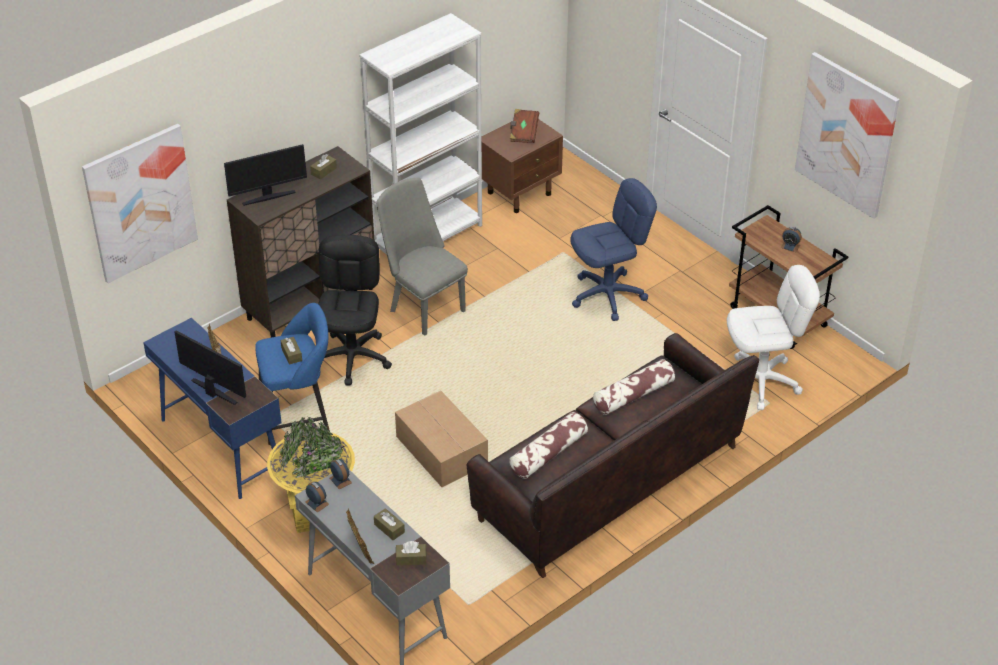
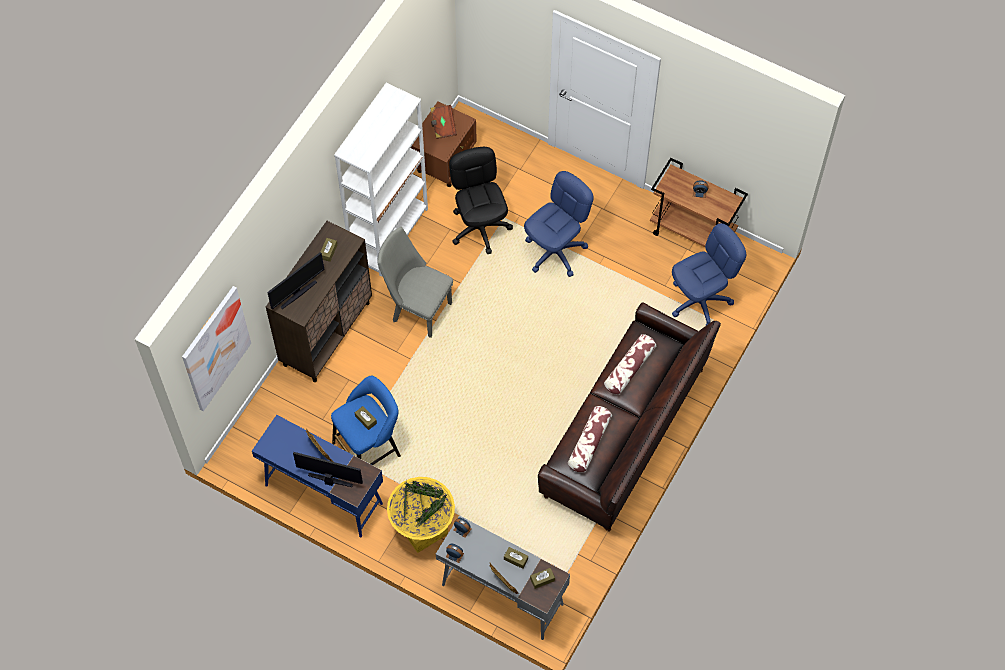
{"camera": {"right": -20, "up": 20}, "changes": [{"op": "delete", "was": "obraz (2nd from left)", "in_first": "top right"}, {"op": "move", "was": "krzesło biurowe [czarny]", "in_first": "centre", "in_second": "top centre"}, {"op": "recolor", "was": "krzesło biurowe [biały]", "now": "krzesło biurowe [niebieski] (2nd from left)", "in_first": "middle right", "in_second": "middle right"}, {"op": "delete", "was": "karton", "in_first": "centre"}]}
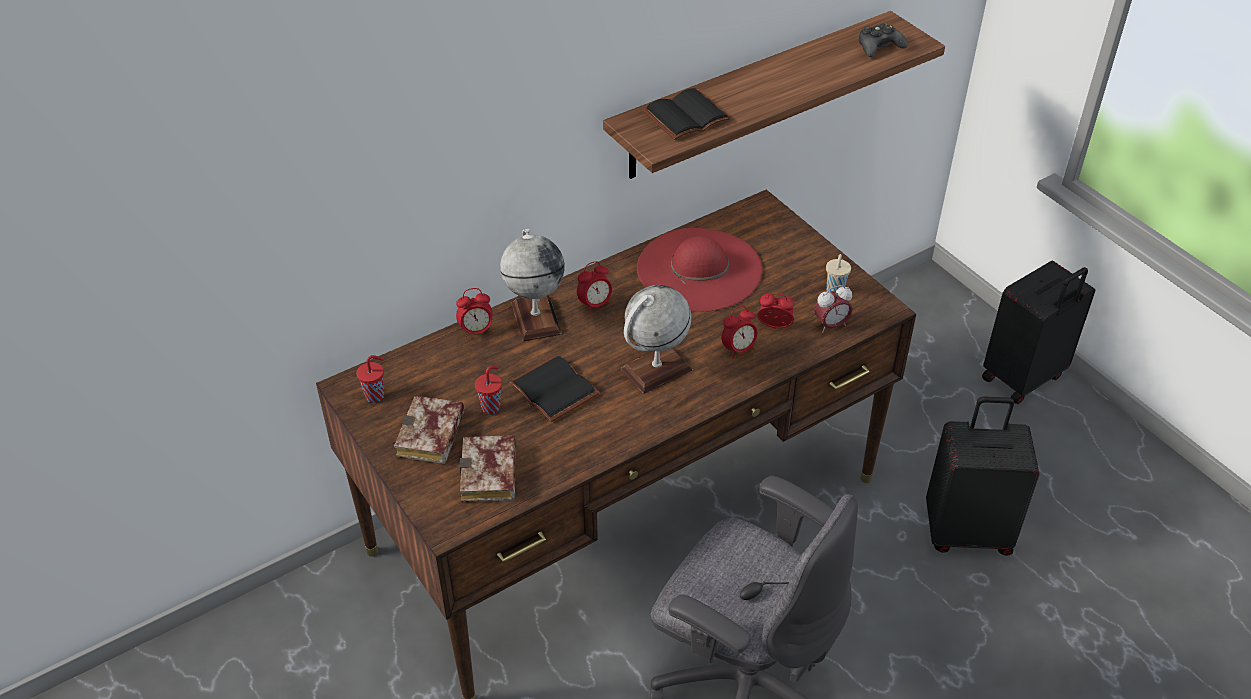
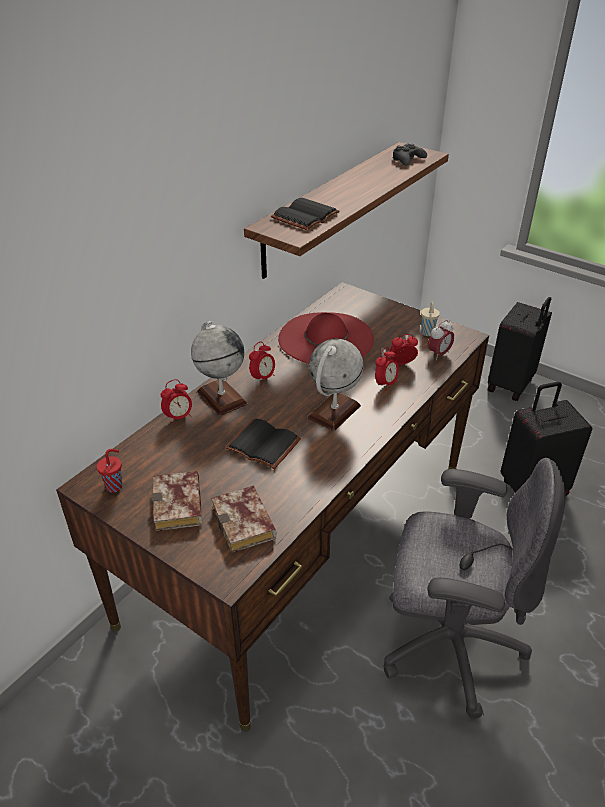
{"camera": {"right": -20, "up": -5}, "changes": [{"op": "delete", "was": "filiżanka [czerwony] (2nd from left)", "in_first": "centre"}]}
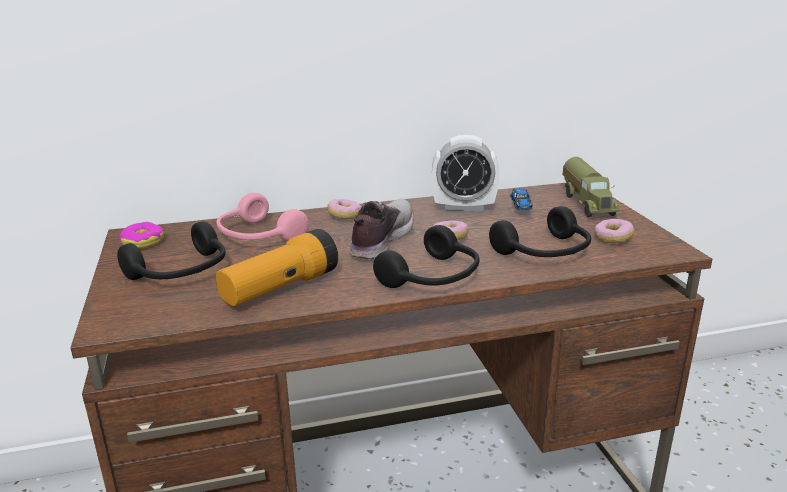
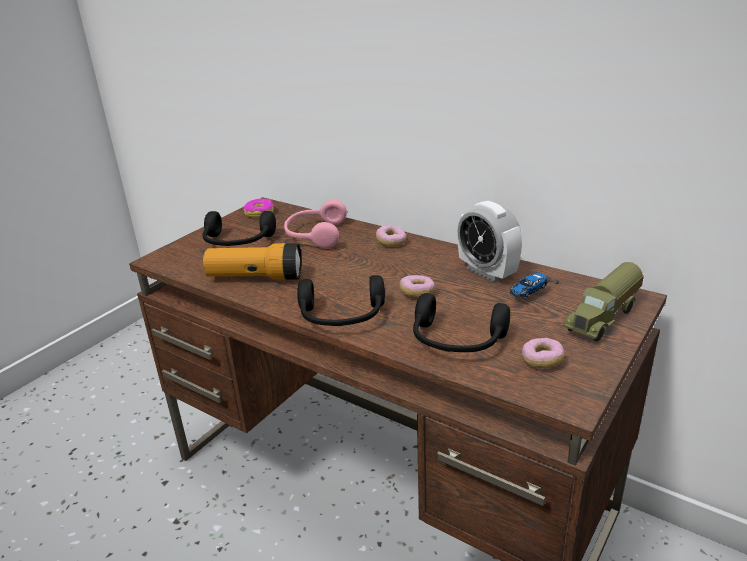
{"camera": {"right": 50, "up": 5}, "changes": [{"op": "delete", "was": "but", "in_first": "centre"}]}
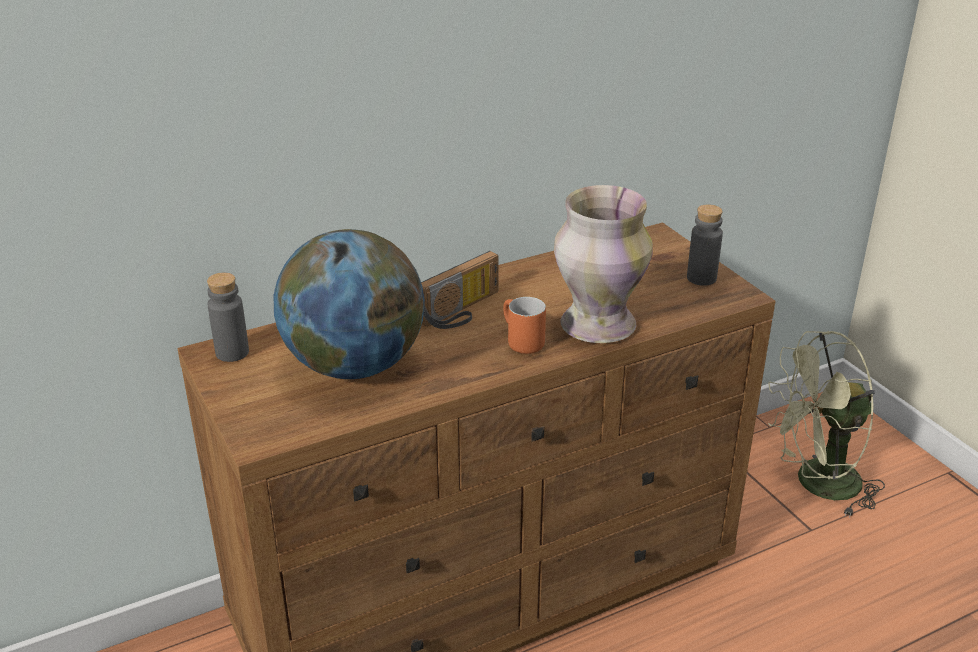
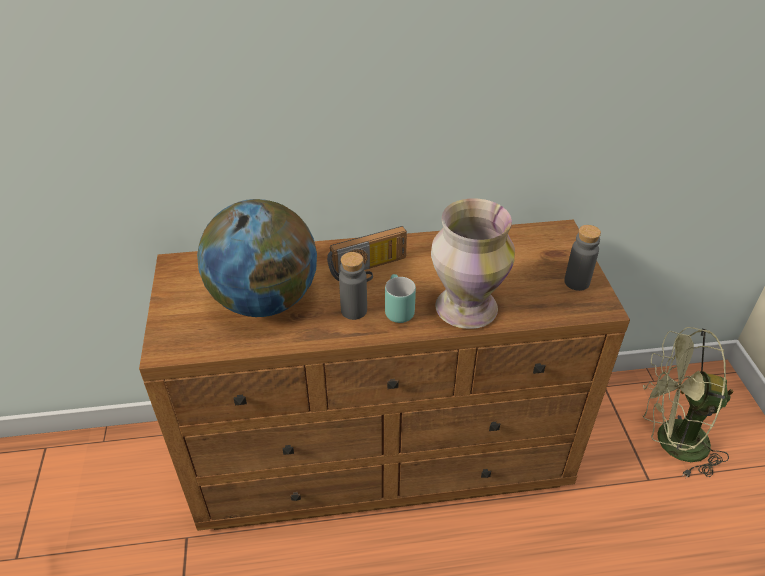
{"camera": {"right": 20, "up": 10}, "changes": [{"op": "move", "was": "butelka [szary] (1st from left)", "in_first": "middle left", "in_second": "centre"}, {"op": "recolor", "was": "kubek [pomarańczowy]", "now": "kubek [turkusowy]", "in_first": "centre", "in_second": "centre"}]}
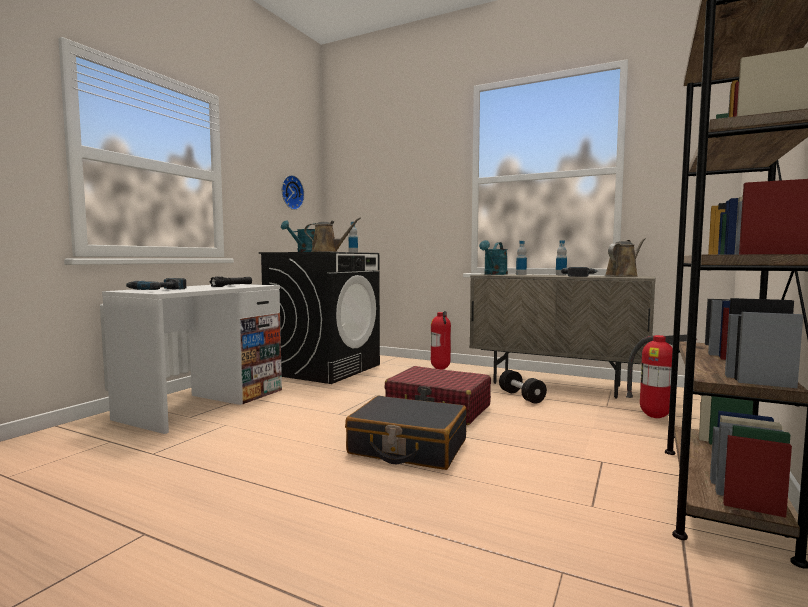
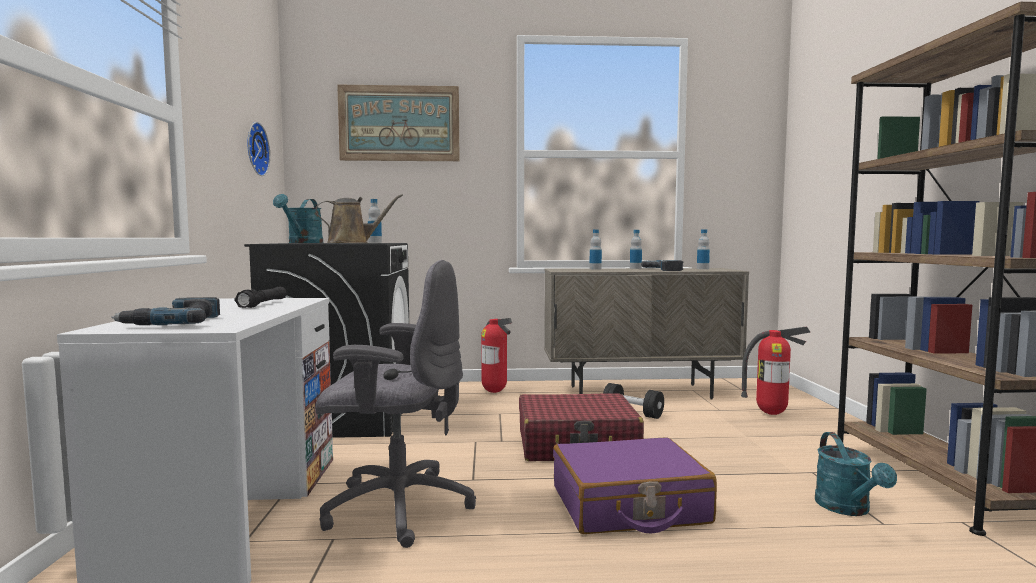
{"camera": {"right": -30, "up": 0}, "changes": [{"op": "replace", "was": "konewka [brązowy] (2nd from left)", "now": "butelka (4th from left)", "in_first": "middle right", "in_second": "middle right"}, {"op": "move", "was": "konewka [turkusowy] (2nd from left)", "in_first": "centre", "in_second": "bottom right"}, {"op": "recolor", "was": "walizka [czarny]", "now": "walizka [fioletowy]", "in_first": "bottom centre", "in_second": "bottom centre"}, {"op": "insert", "now": "obraz", "in_second": "top centre"}, {"op": "insert", "now": "krzesło biurowe [szary]", "in_second": "bottom centre"}]}
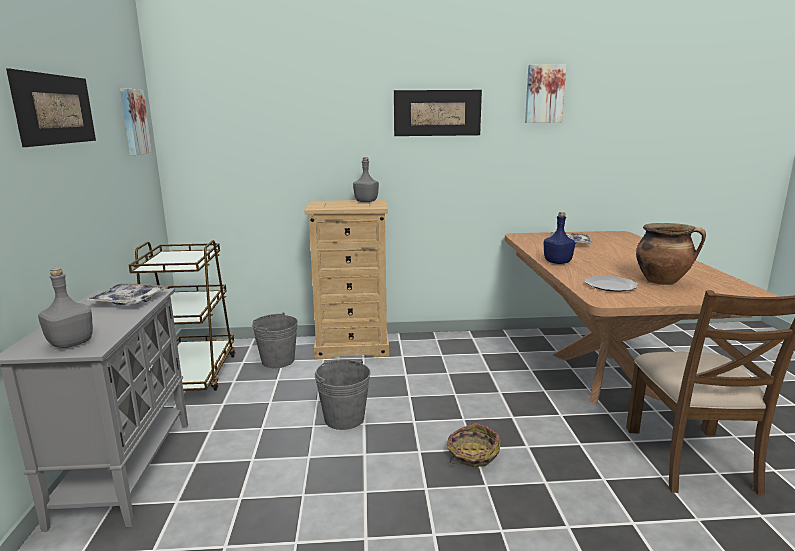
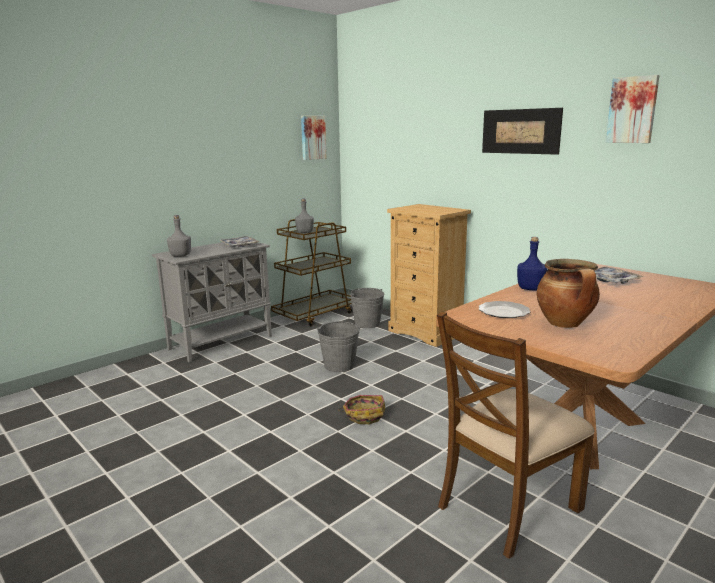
{"camera": {"right": 50, "up": 0}, "changes": [{"op": "delete", "was": "obraz (1st from left)", "in_first": "top left"}, {"op": "move", "was": "butelka [szary] (2nd from left)", "in_first": "top centre", "in_second": "centre"}]}
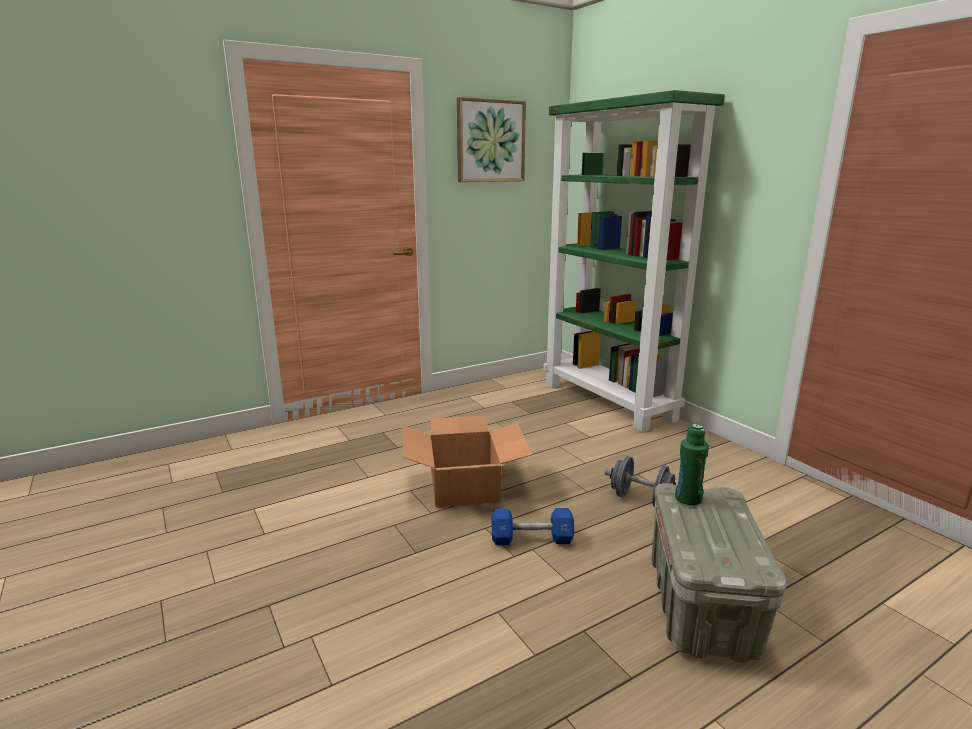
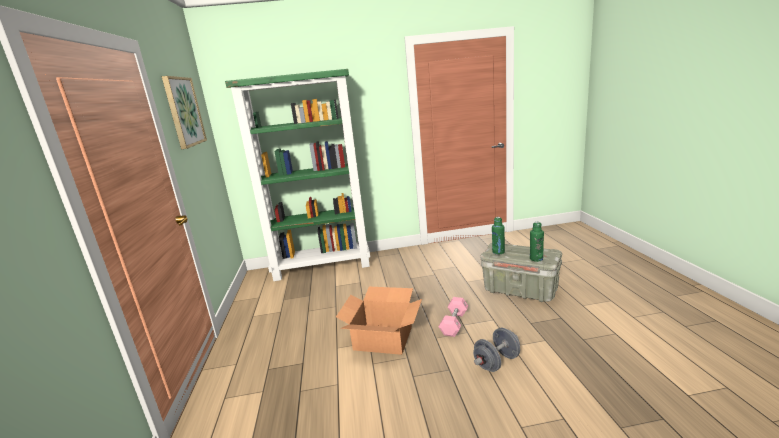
{"camera": {"right": -65, "up": 0}, "changes": [{"op": "move", "was": "hantel [szary]", "in_first": "centre", "in_second": "bottom centre"}, {"op": "recolor", "was": "hantel [niebieski]", "now": "hantel [różowy]", "in_first": "bottom centre", "in_second": "bottom centre"}, {"op": "insert", "now": "butelka [zielony] (2nd from left)", "in_second": "middle right"}]}
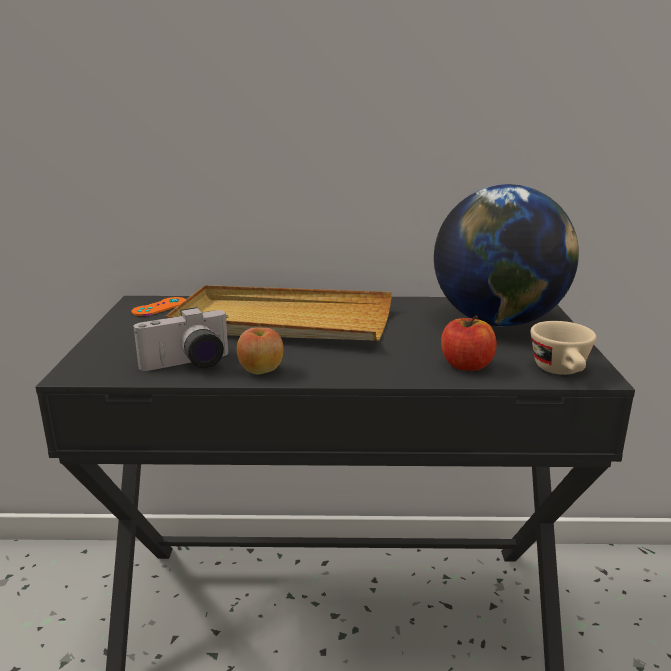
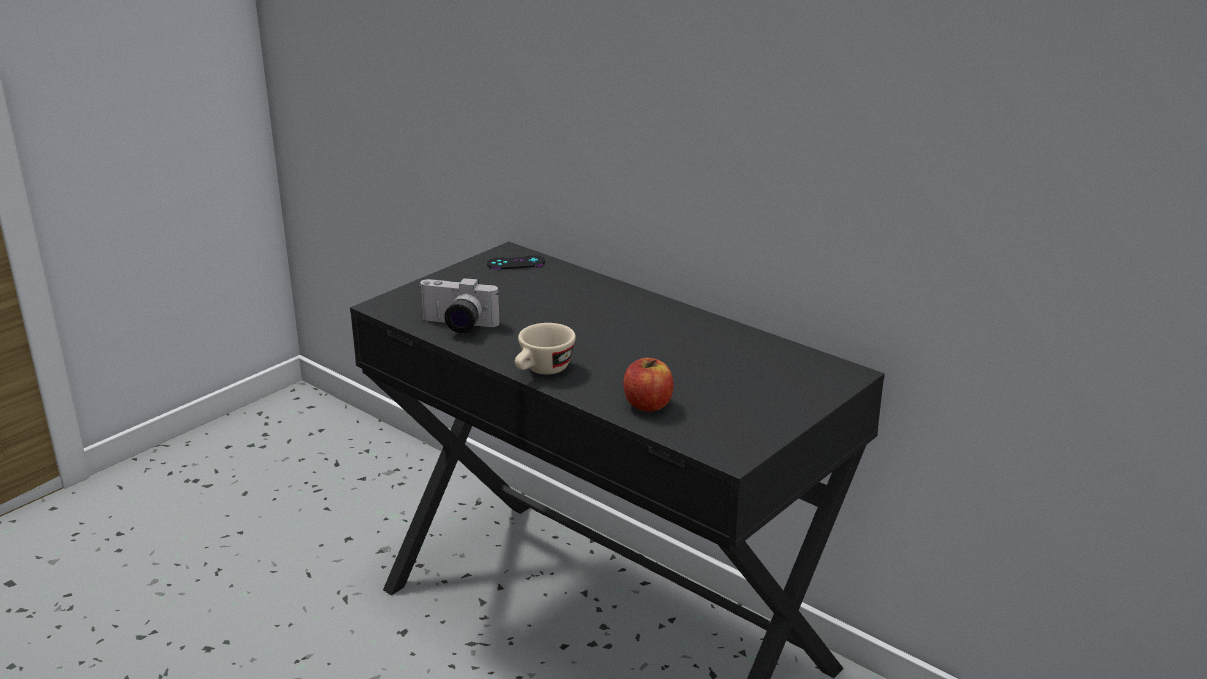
{"camera": {"right": 40, "up": 5}, "changes": [{"op": "delete", "was": "globus", "in_first": "middle right"}, {"op": "delete", "was": "taca [beżowy]", "in_first": "centre"}, {"op": "recolor", "was": "pad do gier [pomarańczowy]", "now": "pad do gier [czarny]", "in_first": "middle left", "in_second": "centre"}, {"op": "move", "was": "filiżanka [beżowy]", "in_first": "middle right", "in_second": "centre"}, {"op": "delete", "was": "jabłko (1st from left)", "in_first": "centre"}]}
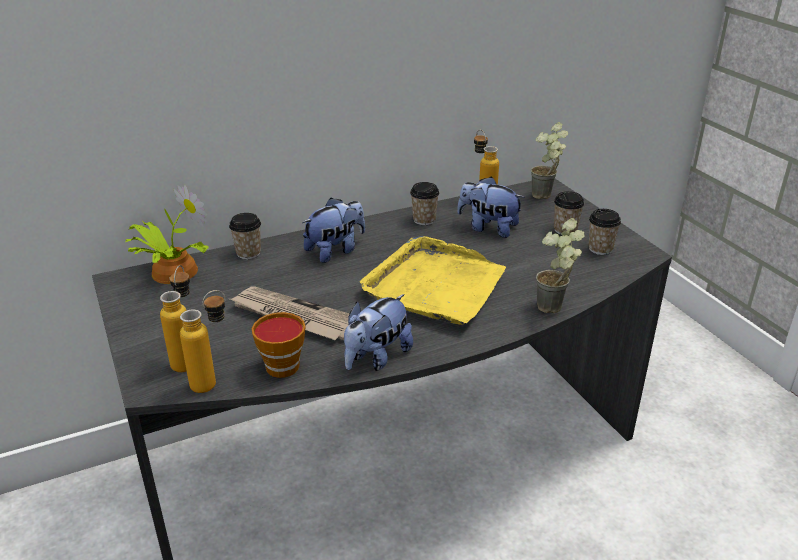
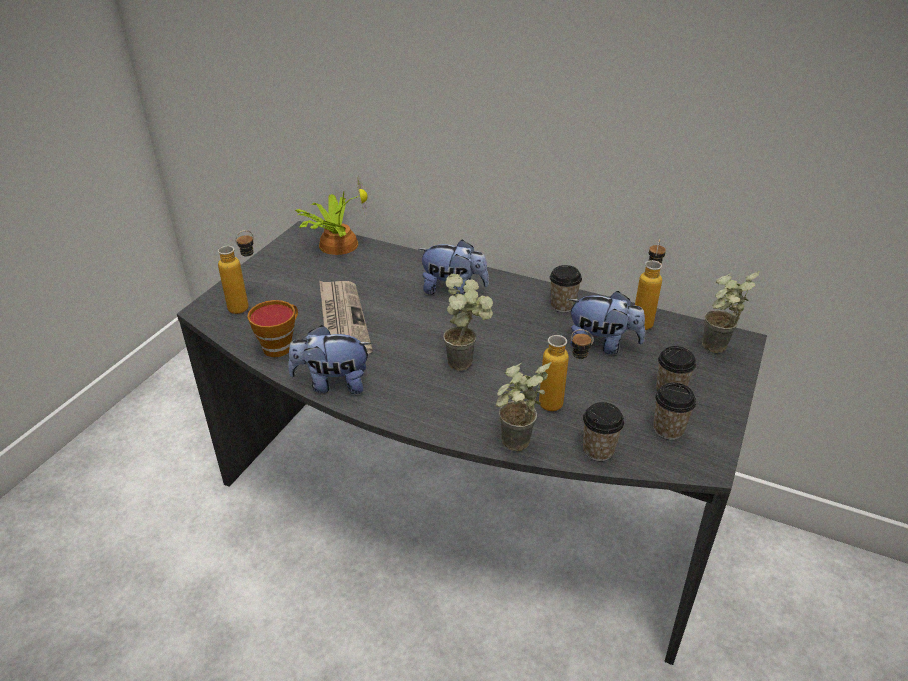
{"camera": {"right": 50, "up": 5}, "changes": [{"op": "rotate", "was": "pluszak (3rd from left)", "in_first": "centre", "in_second": "middle right", "clockwise": 120}, {"op": "move", "was": "filiżanka (1st from left in the first image)", "now": "filiżanka (3rd from left)", "in_first": "middle left", "in_second": "centre"}, {"op": "replace", "was": "taca [żółty]", "now": "roślina doniczkowa (2nd from left)", "in_first": "centre", "in_second": "centre"}, {"op": "move", "was": "butelka (2nd from left)", "in_first": "middle left", "in_second": "centre"}]}
